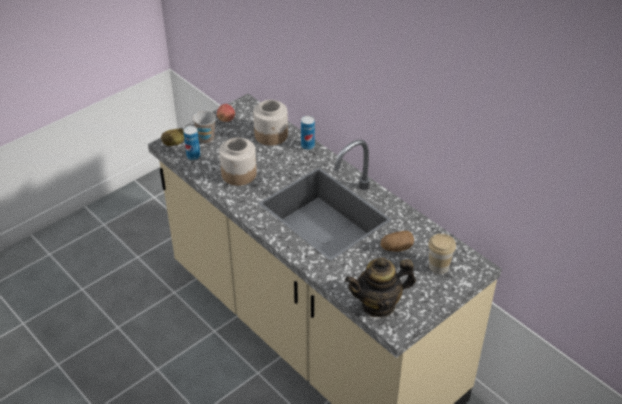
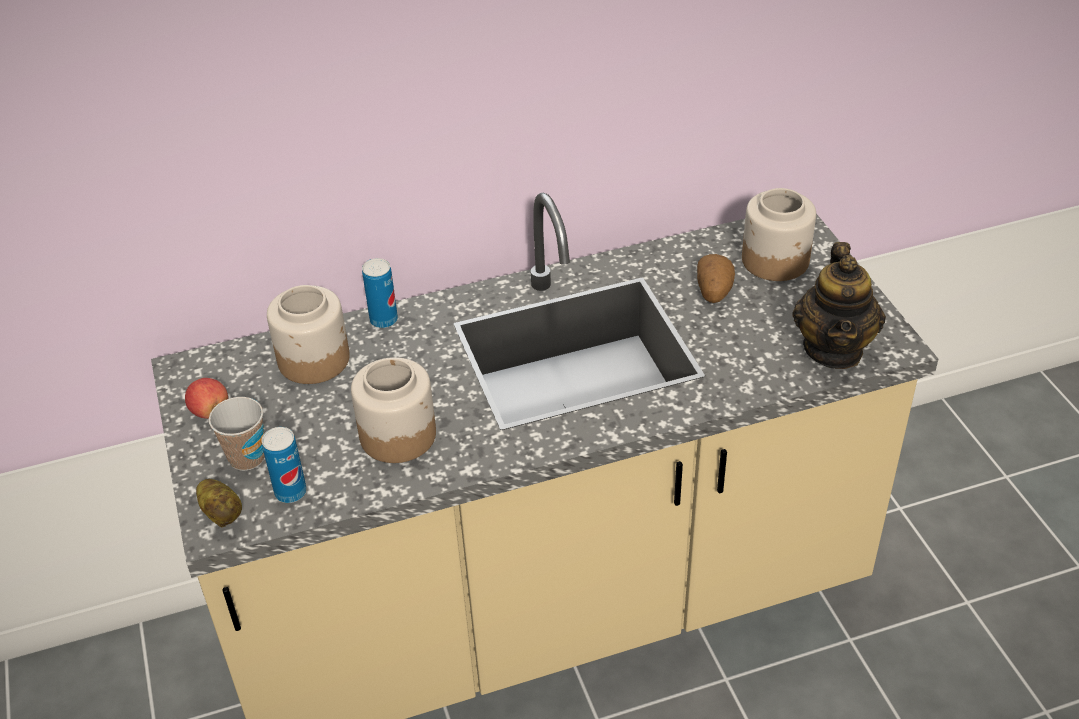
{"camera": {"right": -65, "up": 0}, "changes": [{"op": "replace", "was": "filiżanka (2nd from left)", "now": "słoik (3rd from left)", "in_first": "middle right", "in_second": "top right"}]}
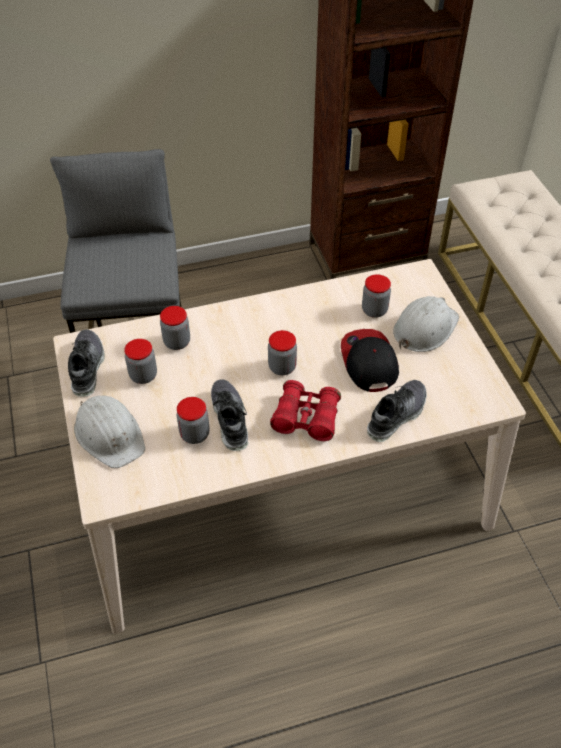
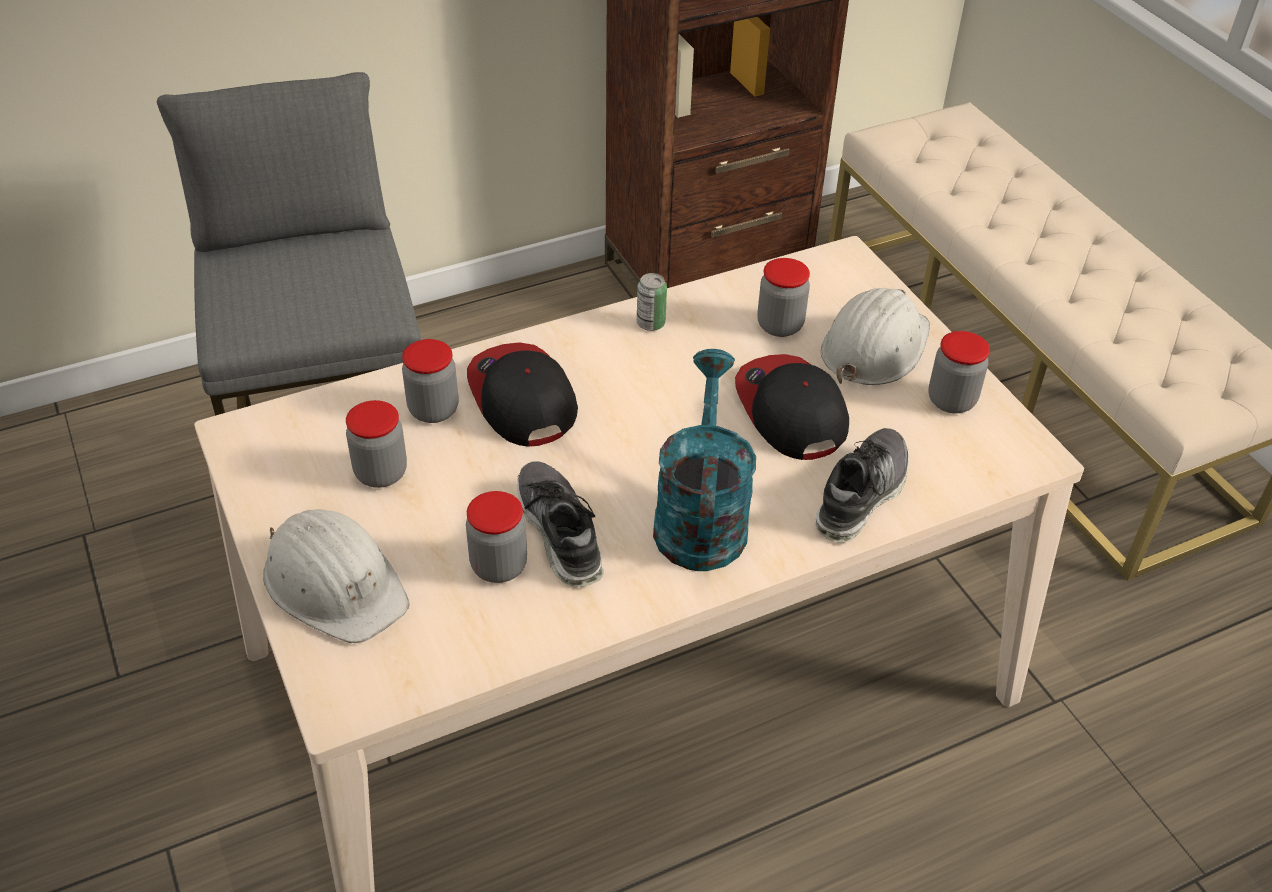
{"camera": {"right": -10, "up": -5}, "changes": [{"op": "delete", "was": "but (1st from left)", "in_first": "middle left"}, {"op": "move", "was": "słoik (4th from left in the first image)", "now": "słoik (5th from left)", "in_first": "centre", "in_second": "middle right"}, {"op": "replace", "was": "lornetka [czerwony]", "now": "konewka [turkusowy]", "in_first": "centre", "in_second": "centre"}, {"op": "insert", "now": "puszka", "in_second": "centre"}, {"op": "insert", "now": "czapka z daszkiem (1st from left)", "in_second": "centre"}]}
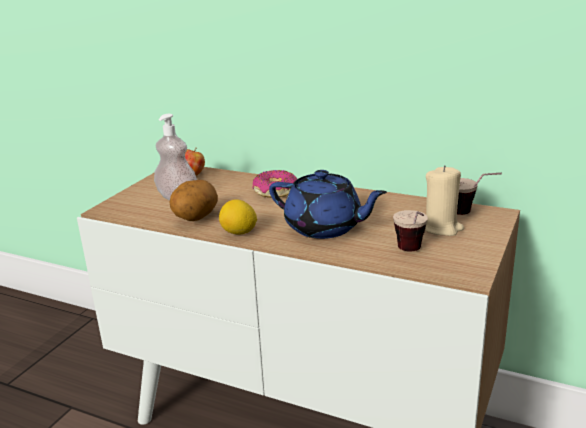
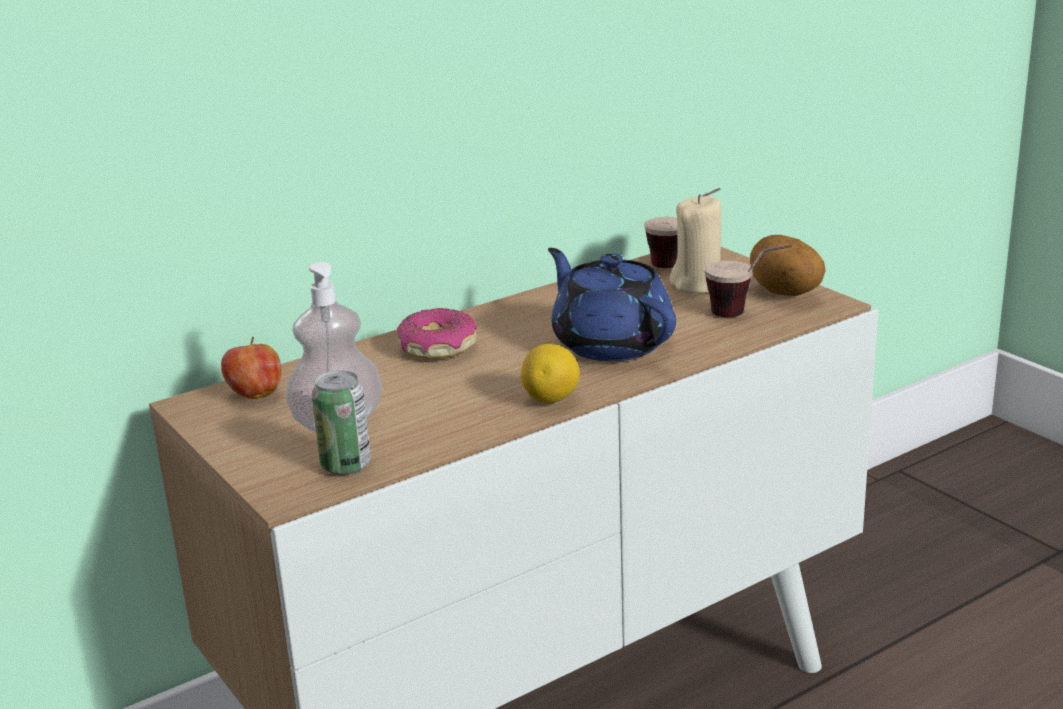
{"camera": {"right": -60, "up": 0}, "changes": [{"op": "rotate", "was": "imbryk [niebieski]", "in_first": "centre", "in_second": "centre", "clockwise": -90}, {"op": "move", "was": "ziemniak", "in_first": "middle left", "in_second": "middle right"}, {"op": "insert", "now": "puszka", "in_second": "middle left"}]}
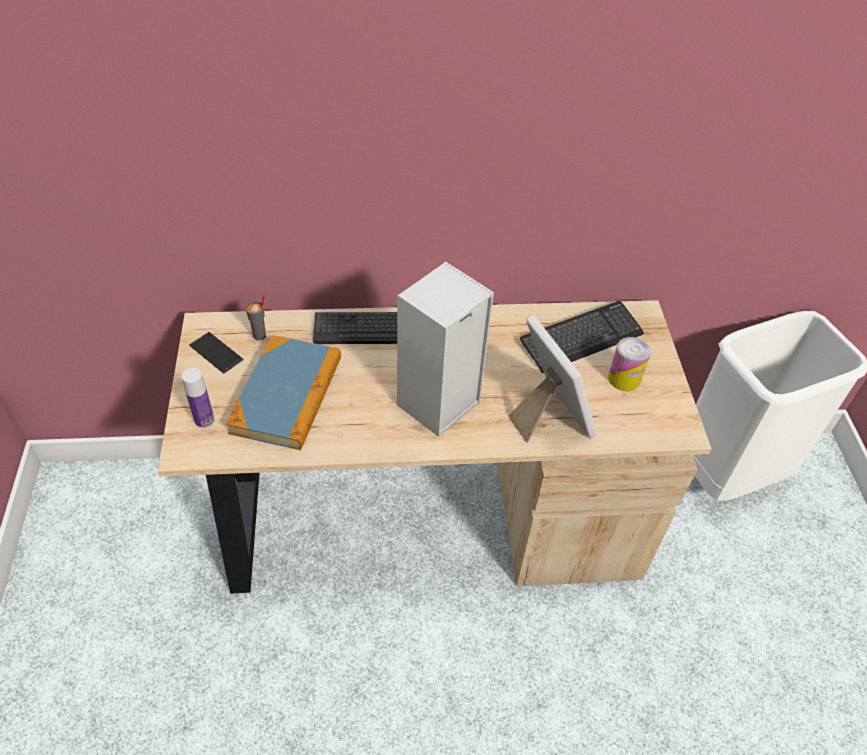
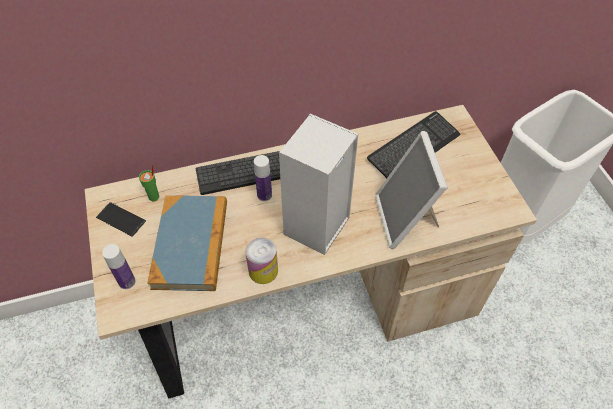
{"camera": {"right": -10, "up": 5}, "changes": [{"op": "recolor", "was": "filiżanka [szary]", "now": "filiżanka [zielony]", "in_first": "middle left", "in_second": "middle left"}, {"op": "rotate", "was": "ramka na zdjęcie", "in_first": "centre", "in_second": "middle right", "clockwise": -150}, {"op": "move", "was": "puszka", "in_first": "middle right", "in_second": "centre"}, {"op": "insert", "now": "butelka (2nd from left)", "in_second": "centre"}]}
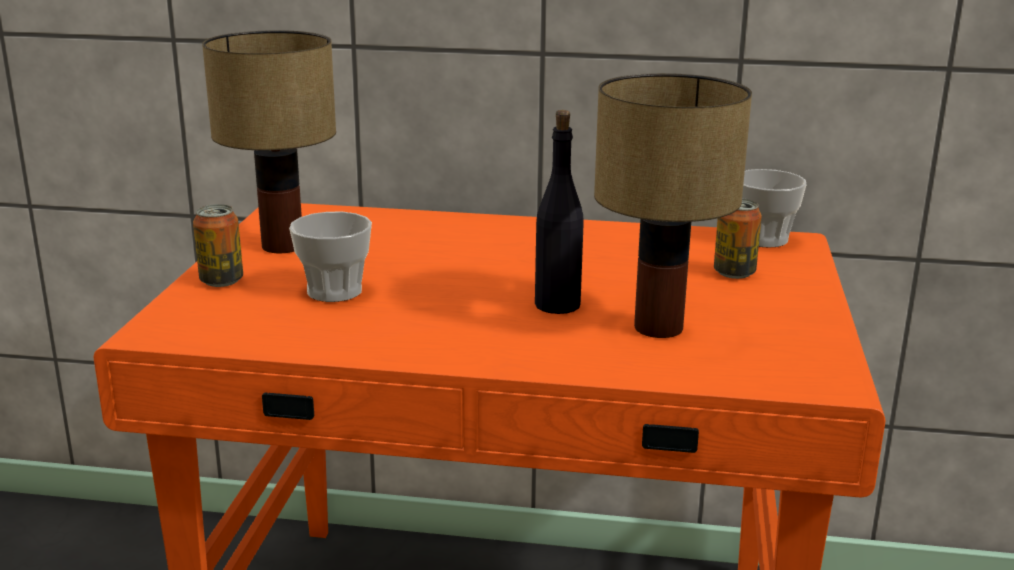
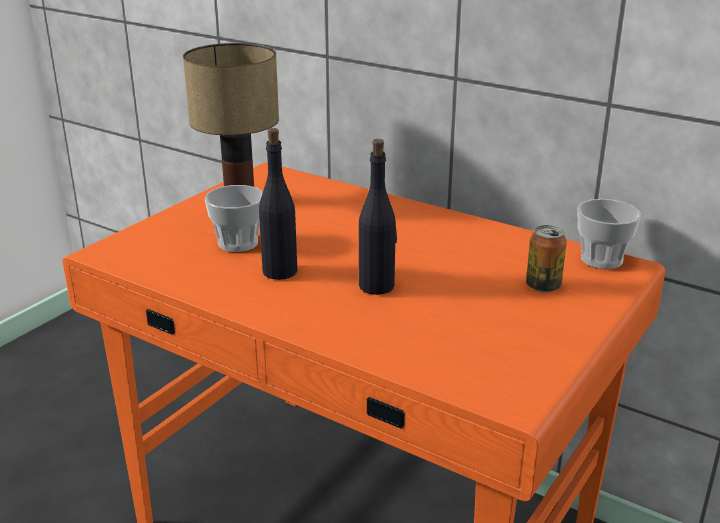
{"camera": {"right": 25, "up": 5}, "changes": [{"op": "delete", "was": "lampa stołowa (2nd from left)", "in_first": "centre"}, {"op": "delete", "was": "puszka (1st from left)", "in_first": "middle left"}, {"op": "insert", "now": "butelka [czarny] (1st from left)", "in_second": "centre"}]}
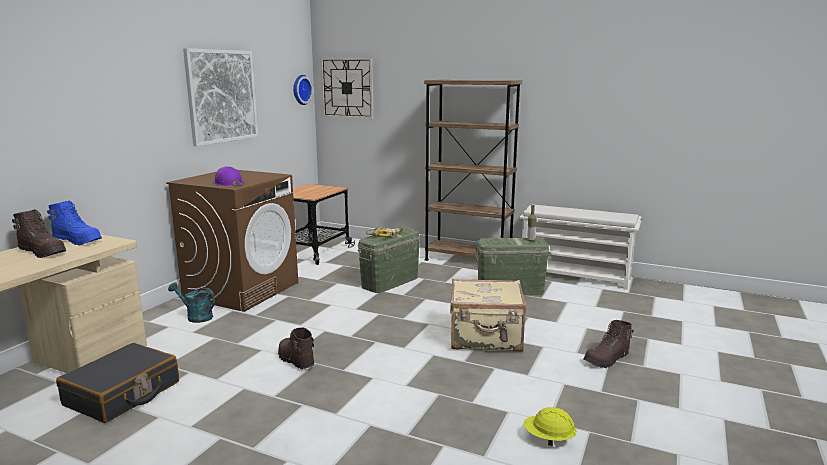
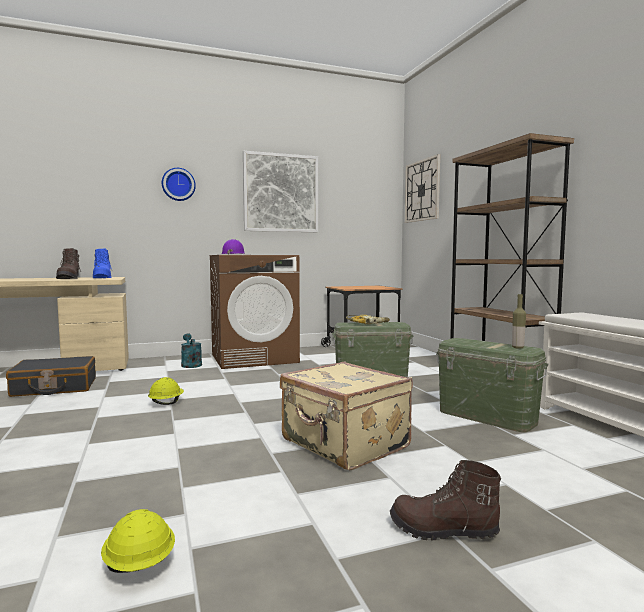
{"camera": {"right": 45, "up": -10}, "changes": [{"op": "move", "was": "zegar ścienny (1st from left)", "in_first": "top centre", "in_second": "top left"}, {"op": "replace", "was": "but z cholewką [brązowy] (2nd from left)", "now": "kask [żółty] (2nd from left)", "in_first": "bottom centre", "in_second": "middle left"}]}
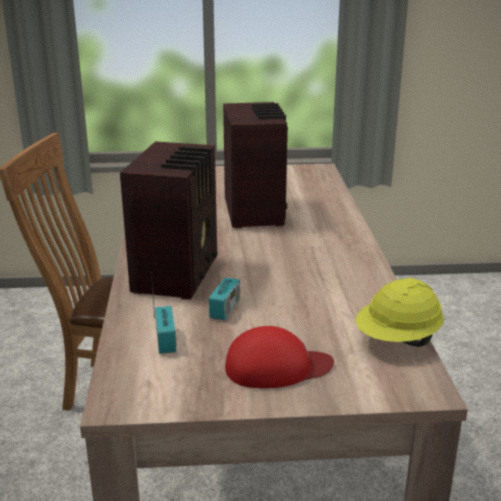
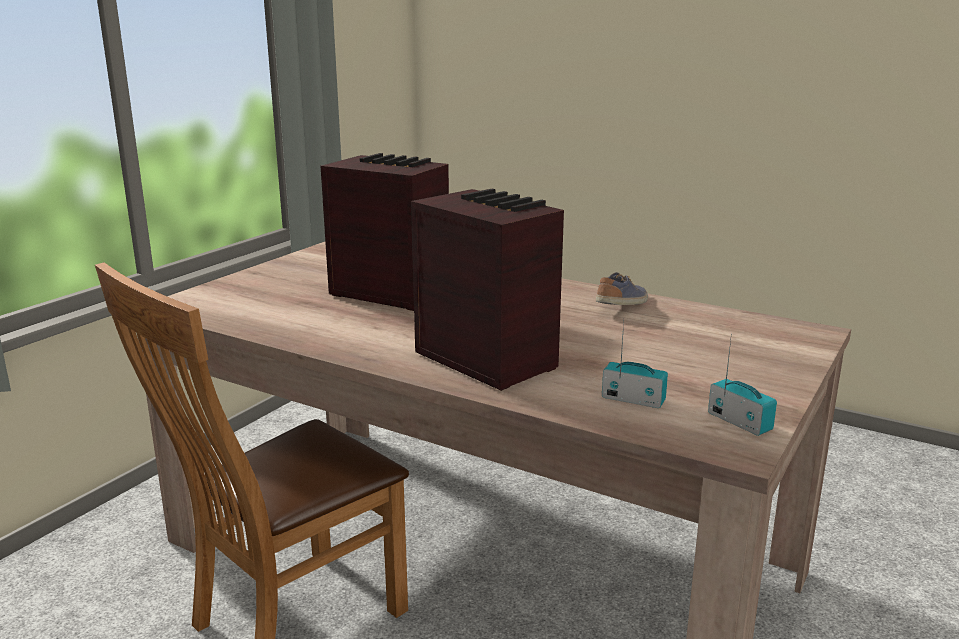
{"camera": {"right": -55, "up": -5}, "changes": [{"op": "move", "was": "radio (3rd from left in the first image)", "now": "radio (4th from left)", "in_first": "centre", "in_second": "middle right"}, {"op": "delete", "was": "kask [żółty]", "in_first": "middle right"}, {"op": "delete", "was": "czapka z daszkiem [czerwony]", "in_first": "bottom centre"}, {"op": "insert", "now": "but", "in_second": "centre"}]}
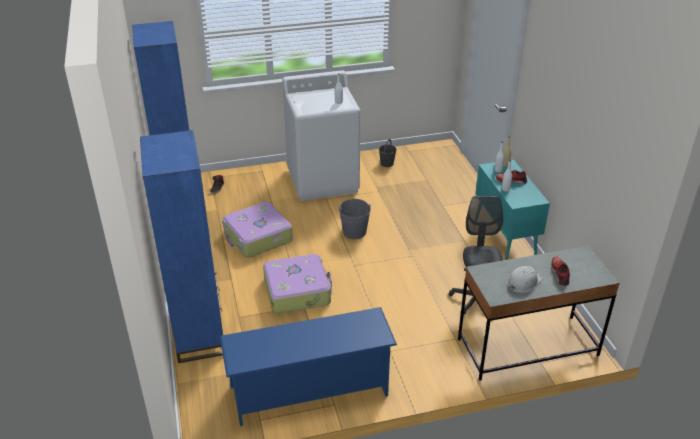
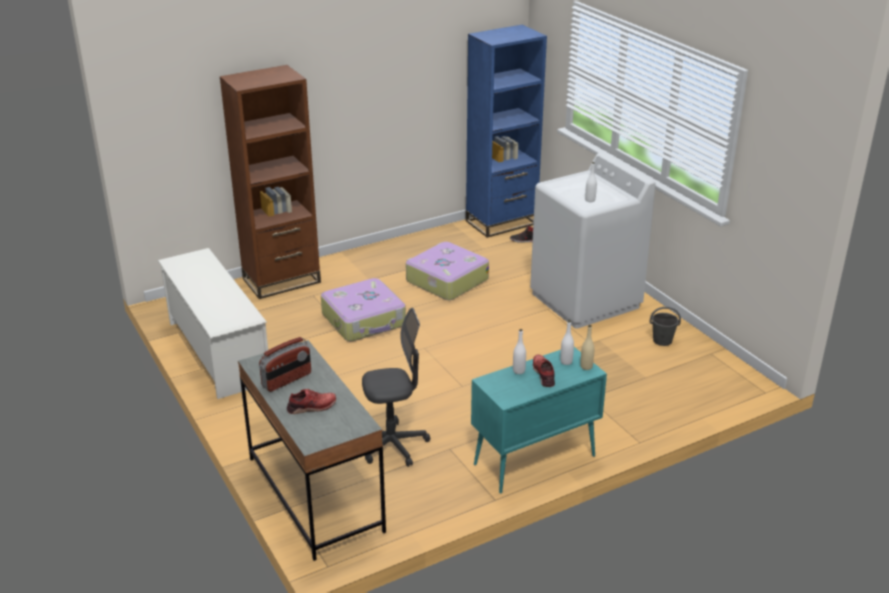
{"camera": {"right": 75, "up": -5}, "changes": [{"op": "recolor", "was": "regał [niebieski] (2nd from left)", "now": "regał [brązowy]", "in_first": "middle left", "in_second": "top left"}, {"op": "delete", "was": "wiadro [szary] (1st from left)", "in_first": "centre"}, {"op": "replace", "was": "kask [biały]", "now": "radio", "in_first": "middle right", "in_second": "middle left"}, {"op": "recolor", "was": "regał na buty [niebieski]", "now": "regał na buty [biały]", "in_first": "bottom centre", "in_second": "middle left"}]}
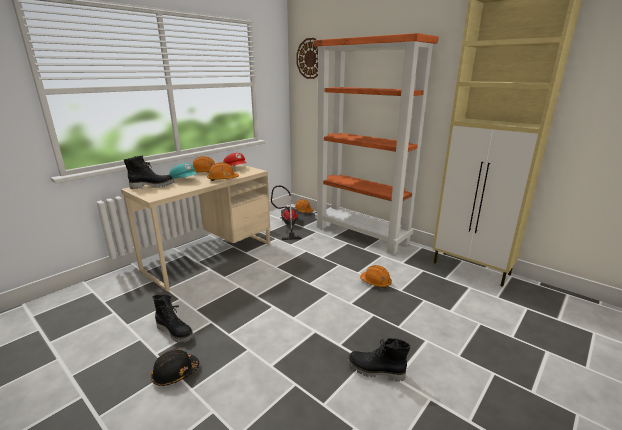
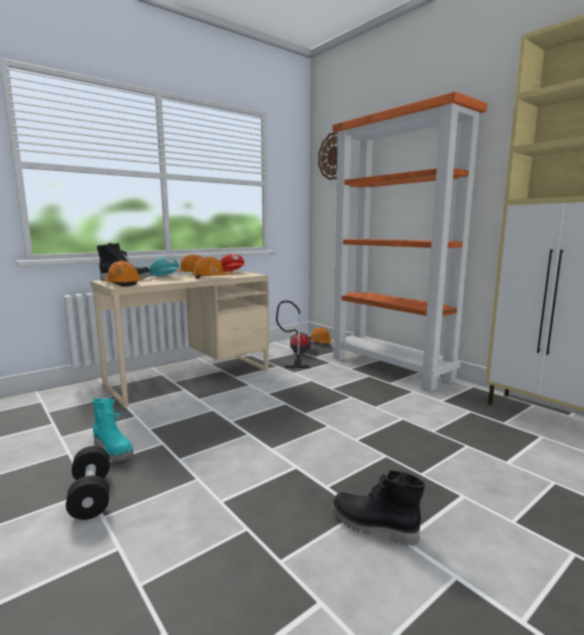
{"camera": {"right": 10, "up": -10}, "changes": [{"op": "move", "was": "kask [pomarańczowy] (4th from left in the first image)", "now": "kask [pomarańczowy] (1st from left)", "in_first": "centre", "in_second": "middle left"}, {"op": "recolor", "was": "but z cholewką [czarny] (2nd from left)", "now": "but z cholewką [turkusowy]", "in_first": "bottom left", "in_second": "bottom left"}, {"op": "replace", "was": "kask [czarny]", "now": "hantel [czarny]", "in_first": "bottom left", "in_second": "bottom left"}]}
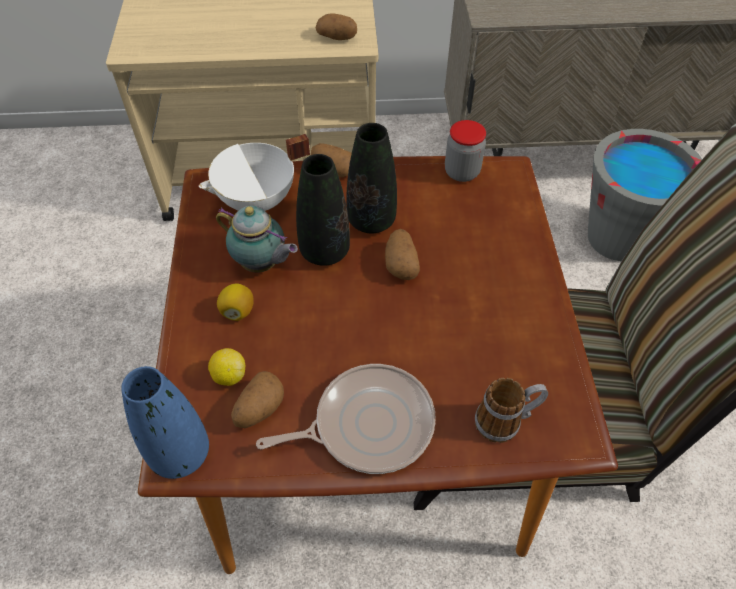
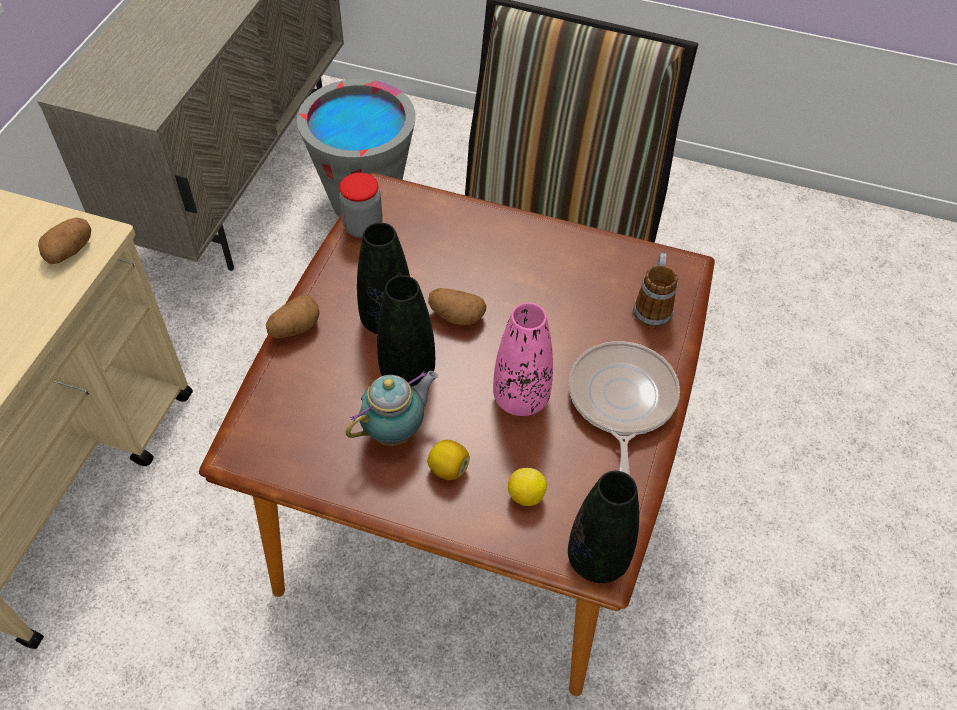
{"camera": {"right": -70, "up": 0}, "changes": [{"op": "delete", "was": "garnek [biały]", "in_first": "top centre"}, {"op": "recolor", "was": "wazon [niebieski]", "now": "wazon [czarny] (3rd from left)", "in_first": "bottom left", "in_second": "bottom centre"}, {"op": "delete", "was": "ziemniak (1st from left)", "in_first": "bottom centre"}, {"op": "insert", "now": "wazon [różowy]", "in_second": "centre"}]}
